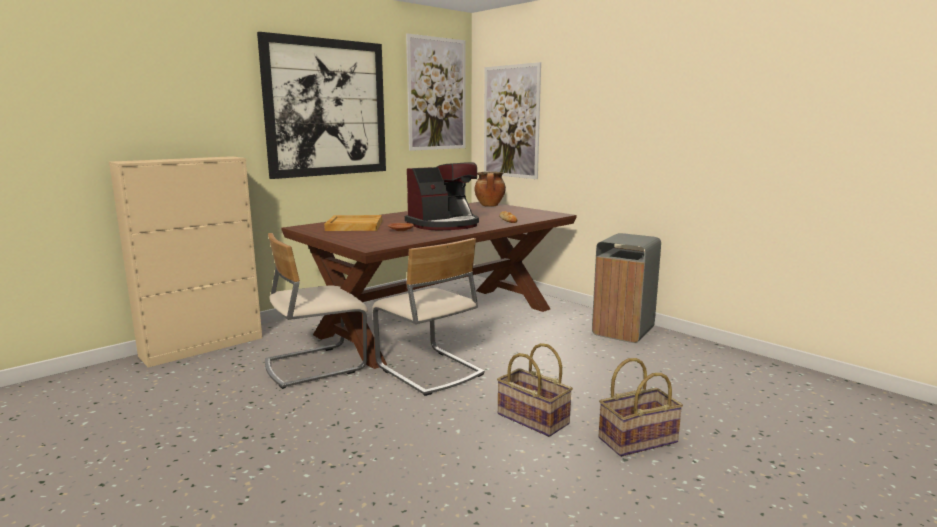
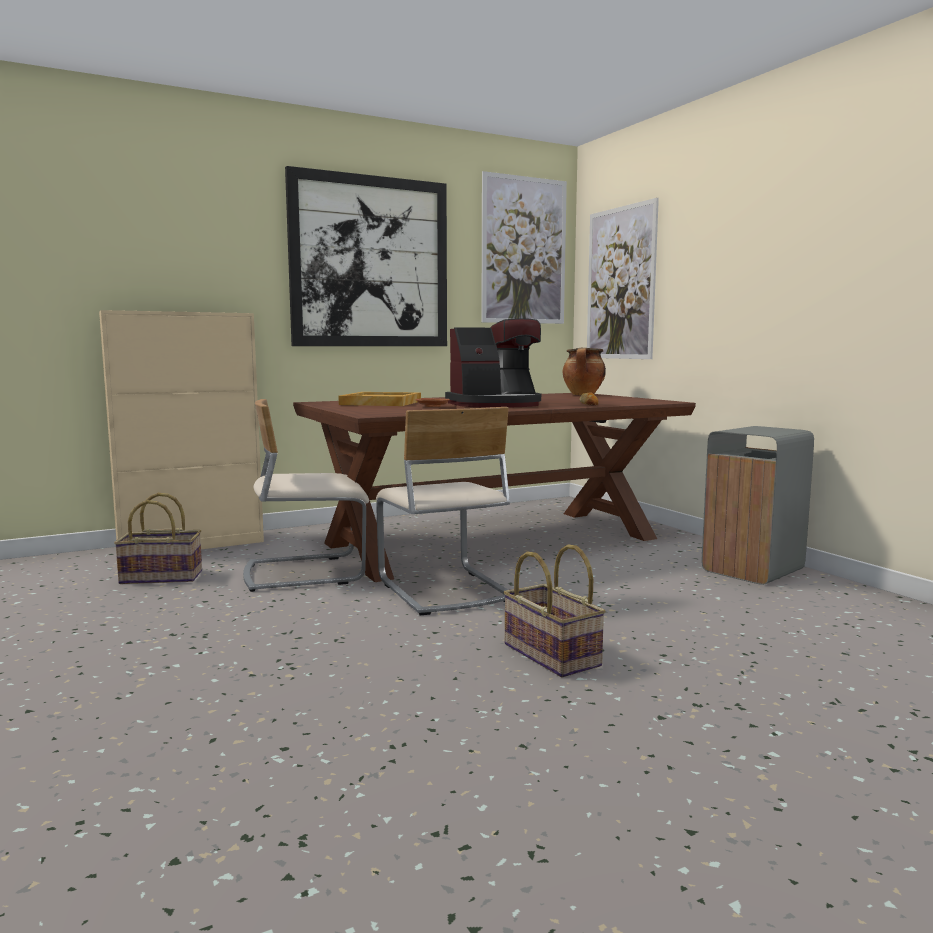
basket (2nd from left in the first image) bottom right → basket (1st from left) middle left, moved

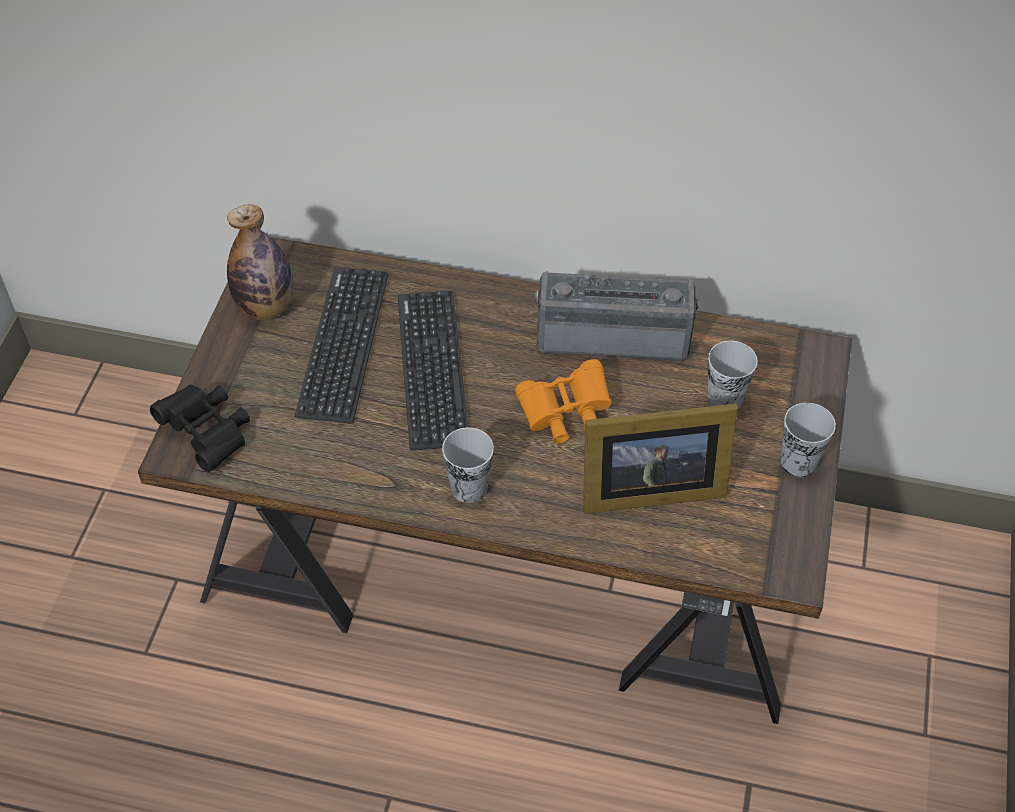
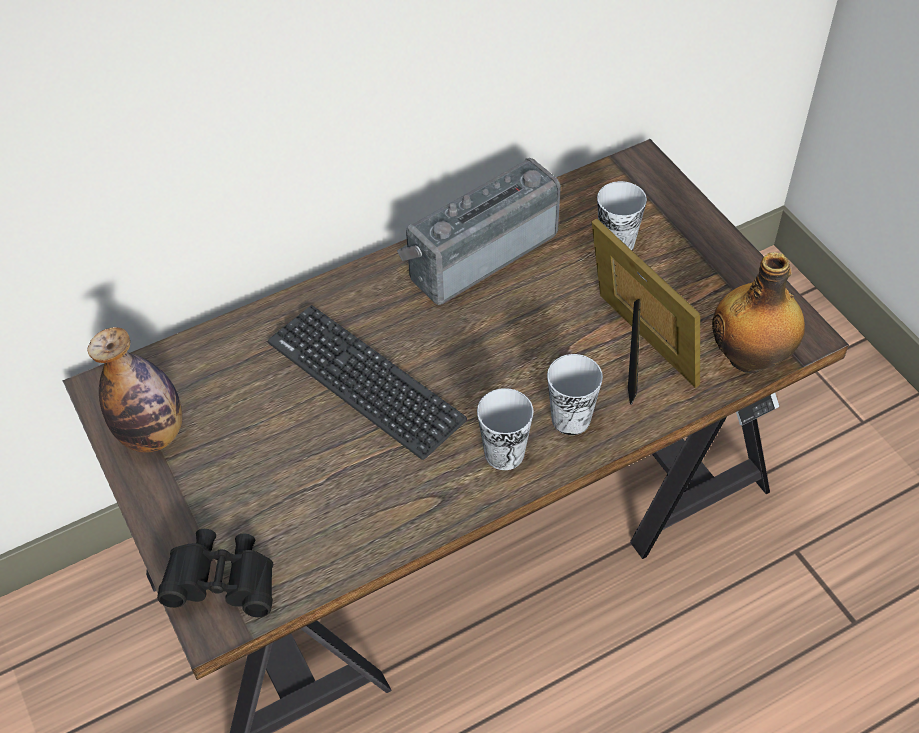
computer_keyboard (1st from left) centre → -
orange_pair_of_binoculars centre → -
cup (3rd from left in the first image) middle right → cup (2nd from left) centre, moved
photo_frame centre → photo_frame middle right, 75 degrees counterclockwise
- → beverage_bottle (2nd from left) middle right

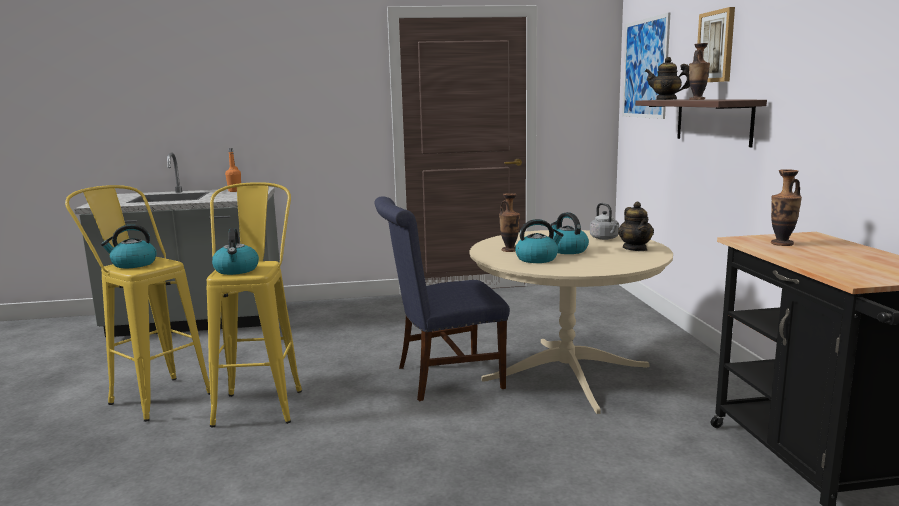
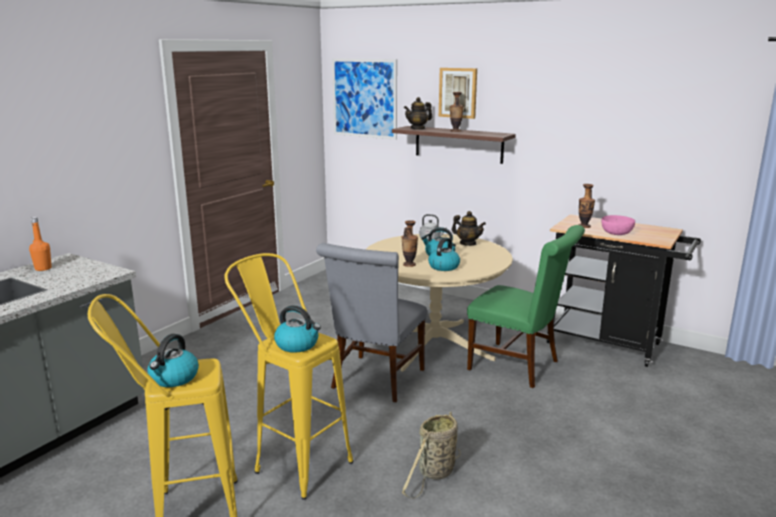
blue_upright_chair centre → greyish_upright_chair centre
- → pink_deep_dish middle right
- → greenish_upright_chair middle right
- → basket bottom centre

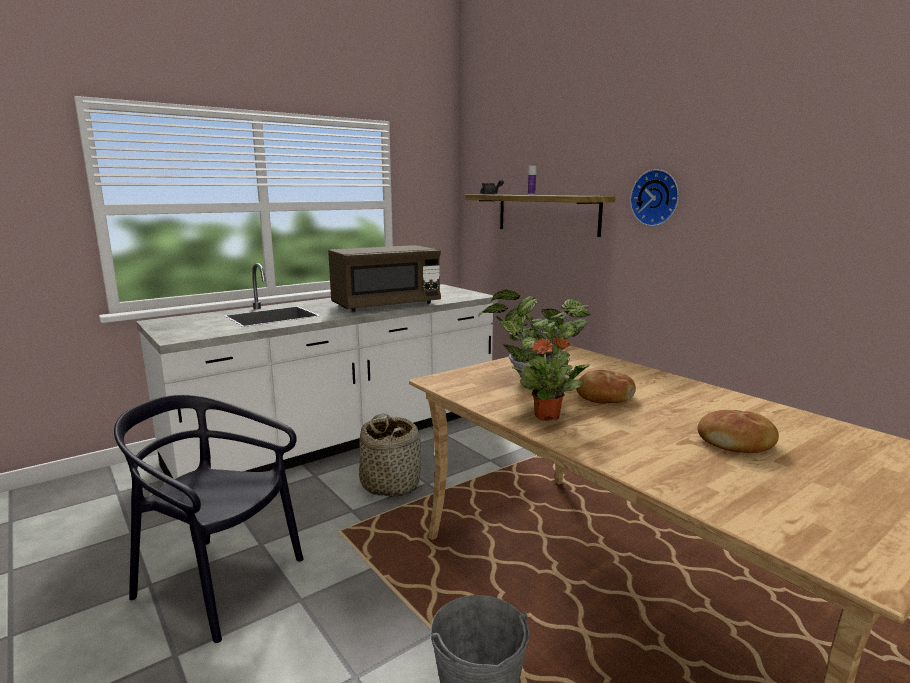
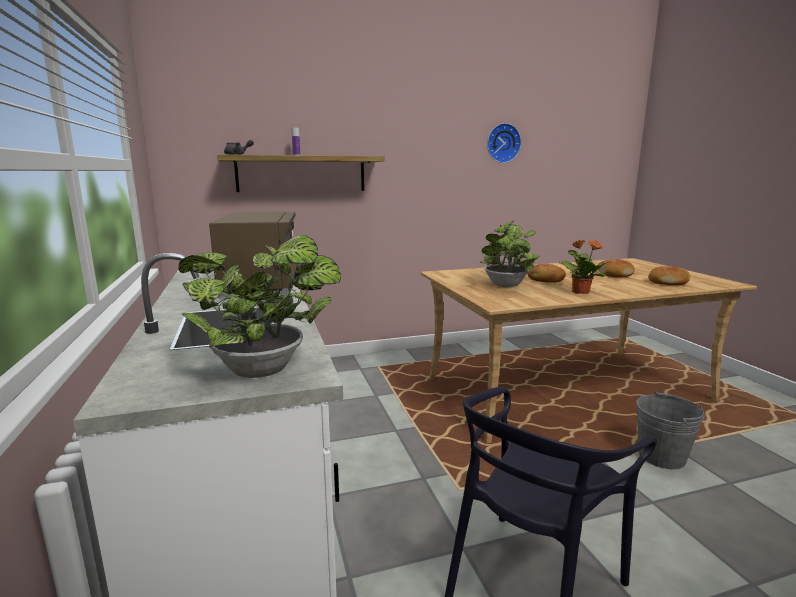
hanging_clock top right → hanging_clock top centre, moved
basket centre → -
- → houseplant (1st from left) middle left
- → baked_bread (3rd from left) middle right

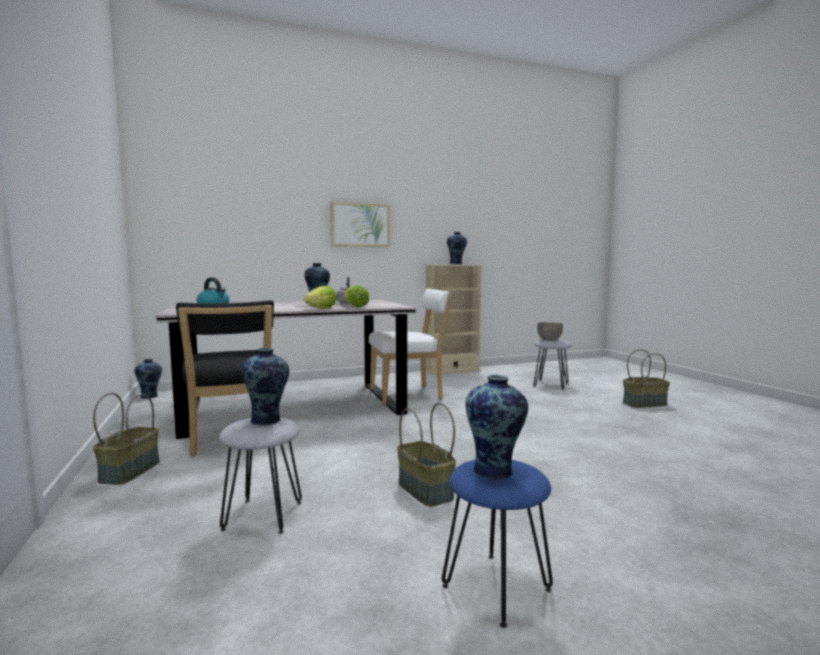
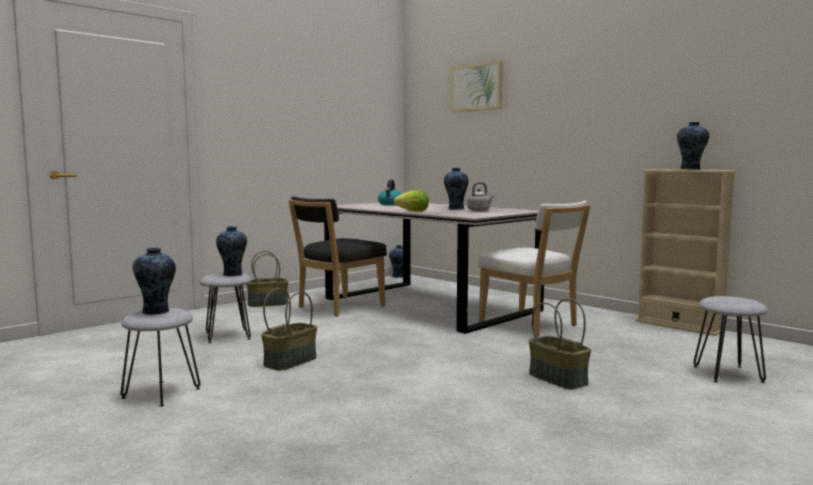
picture centre → picture top centre, moved
head_of_lettuce (2nd from left) centre → -
greyish_deep_dish middle right → -
basket (3rd from left) middle right → basket (3rd from left) bottom right, moved
blue_sitting_stool bottom centre → greyish_sitting_stool (1st from left) bottom left

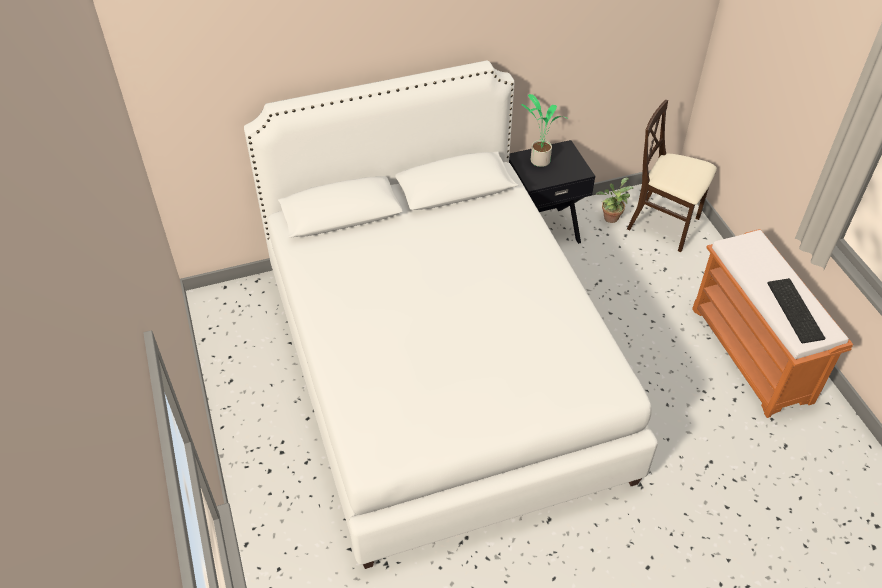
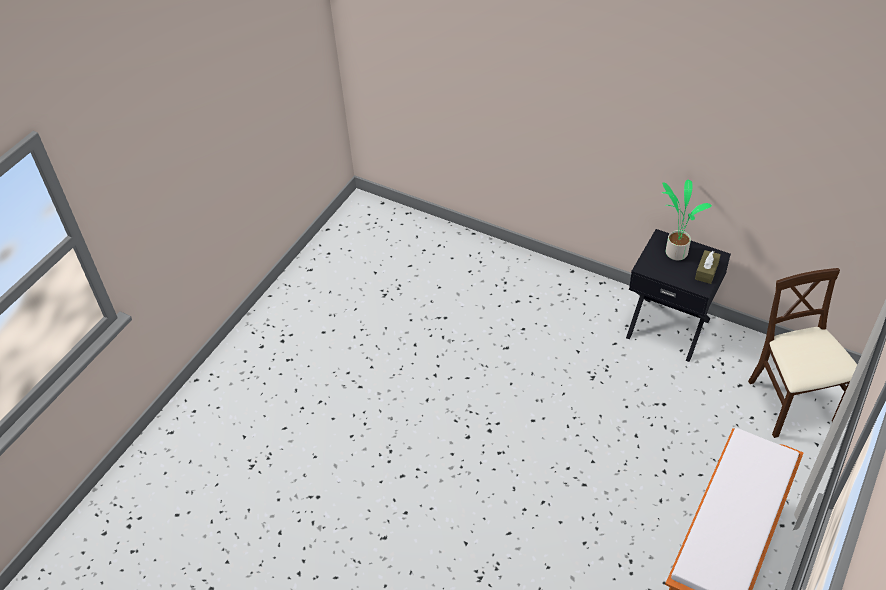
white-coloured_bedroom_bed centre → -
houseplant (2nd from left) middle right → -
computer_keyboard middle right → -
- → brownish_tissue_holder middle right

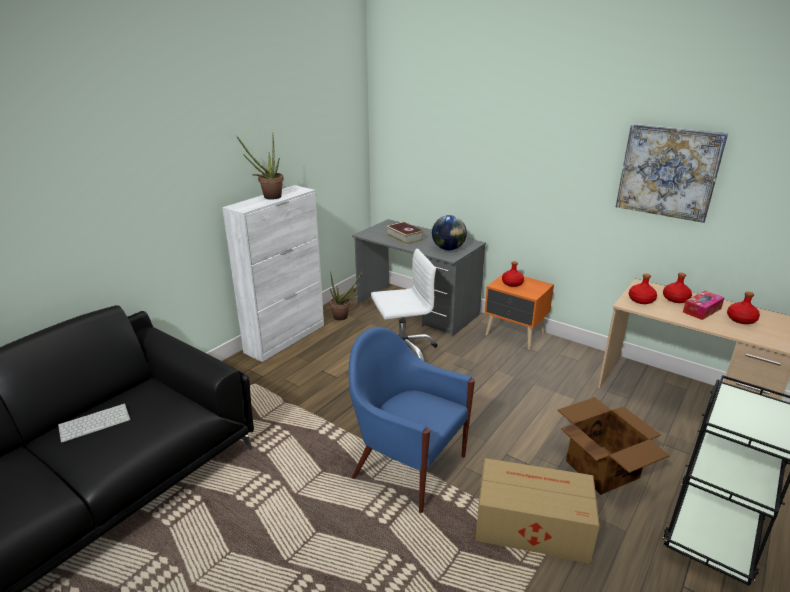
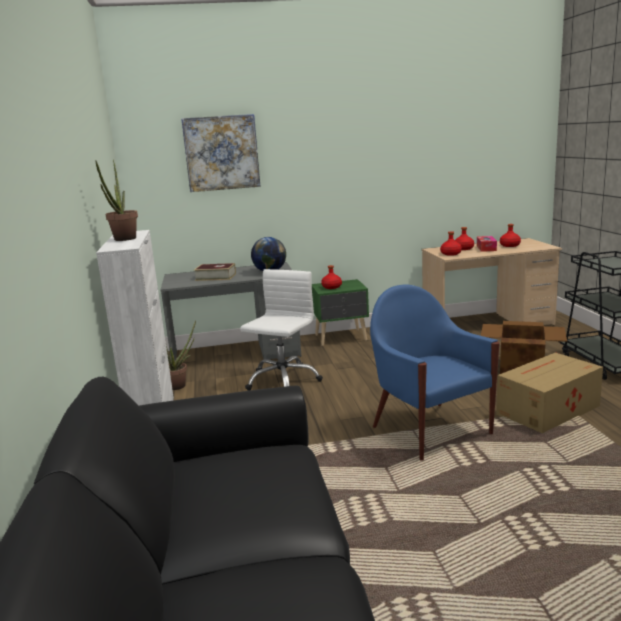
picture top right → picture top centre, moved
orange_nightstand centre → greenish_nightstand centre
blue_armchair bottom centre → blue_armchair middle right, 75 degrees clockwise
computer_keyboard bottom left → -

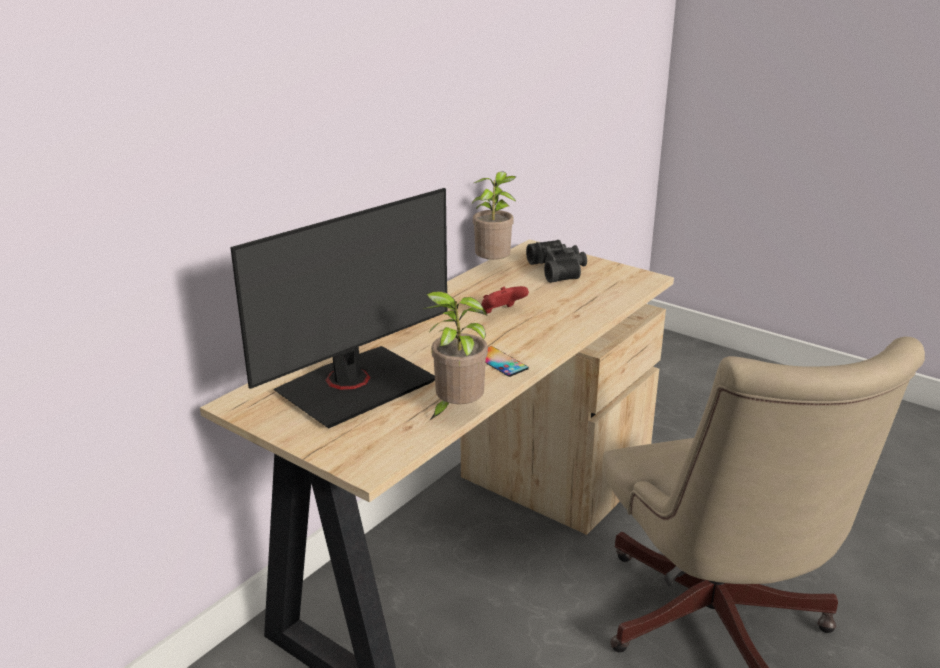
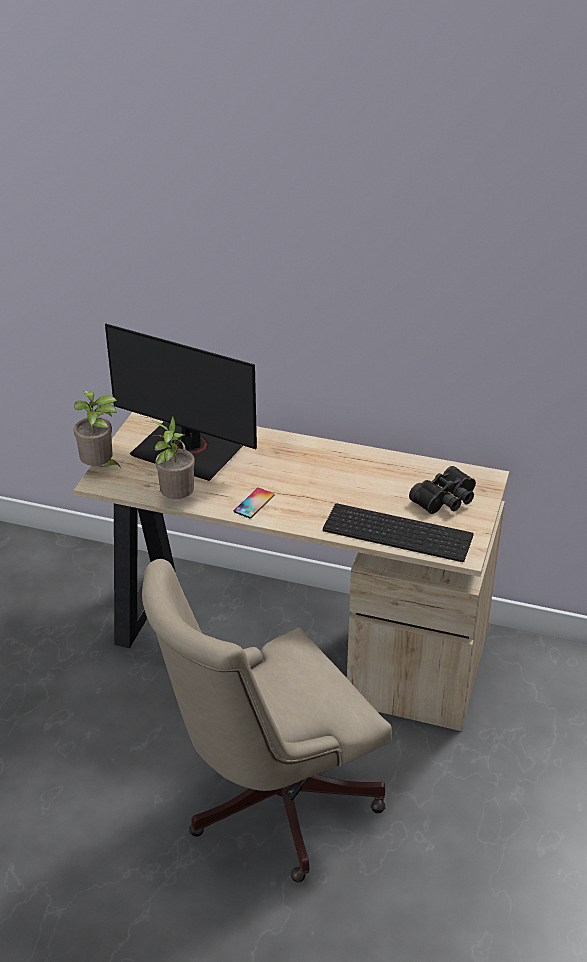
houseplant (2nd from left in the first image) top centre → houseplant (1st from left) middle left, moved
reddish_joypad centre → -
- → computer_keyboard middle right

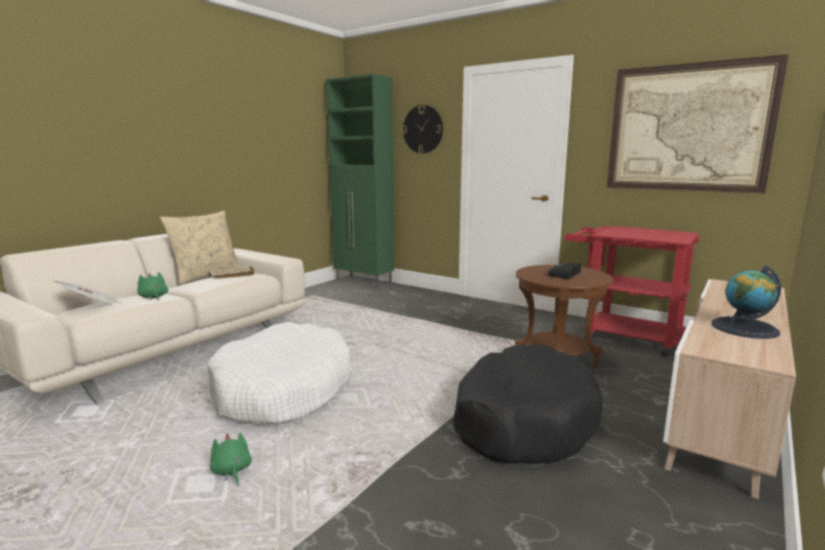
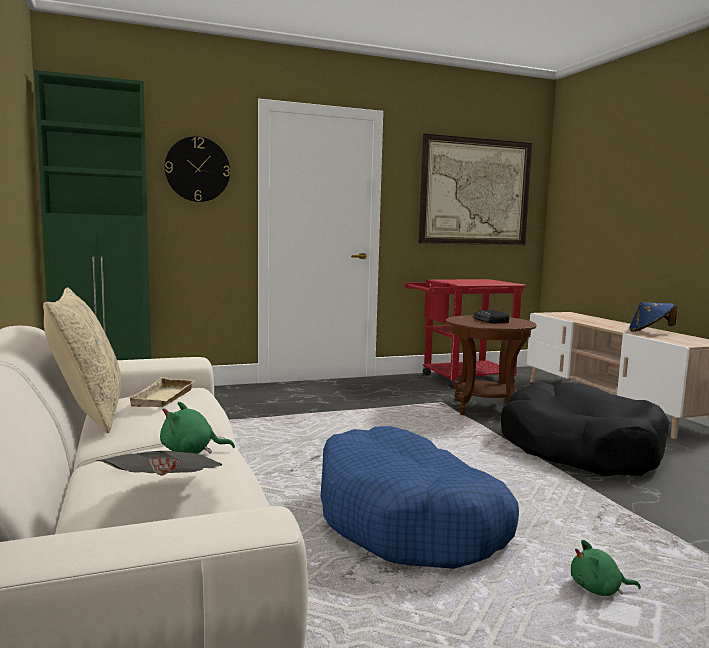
desk_globe middle right → blue_clothing_hat middle right
white-coloured_dog_cushion bottom centre → blue_dog_cushion bottom centre

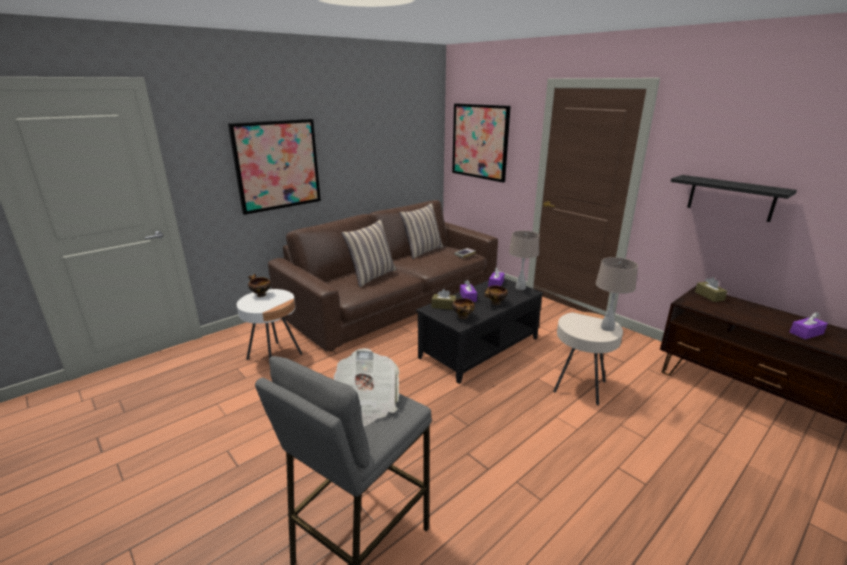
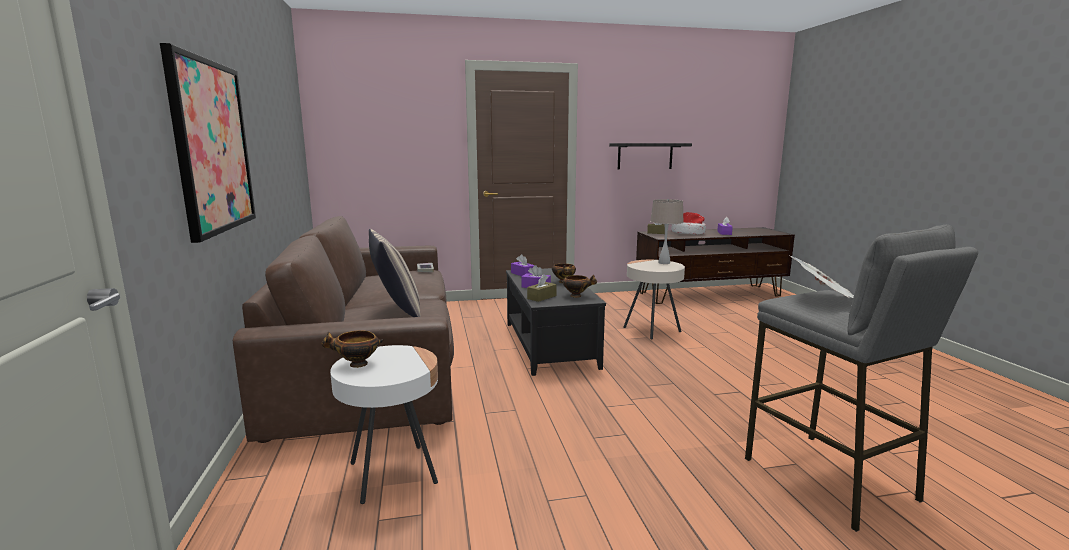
picture (2nd from left) top centre → -
cushion (2nd from left) centre → -
beige_lamp_for_a_table (1st from left) centre → -
- → clothing_hat centre

